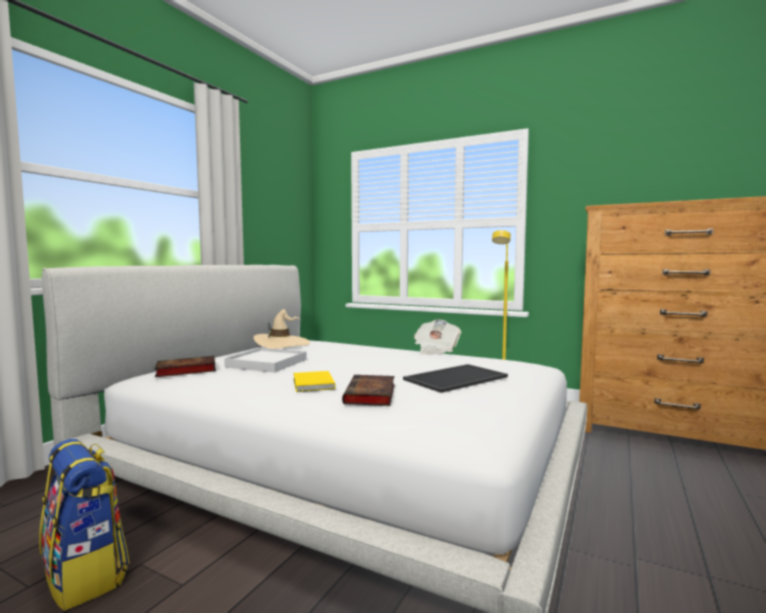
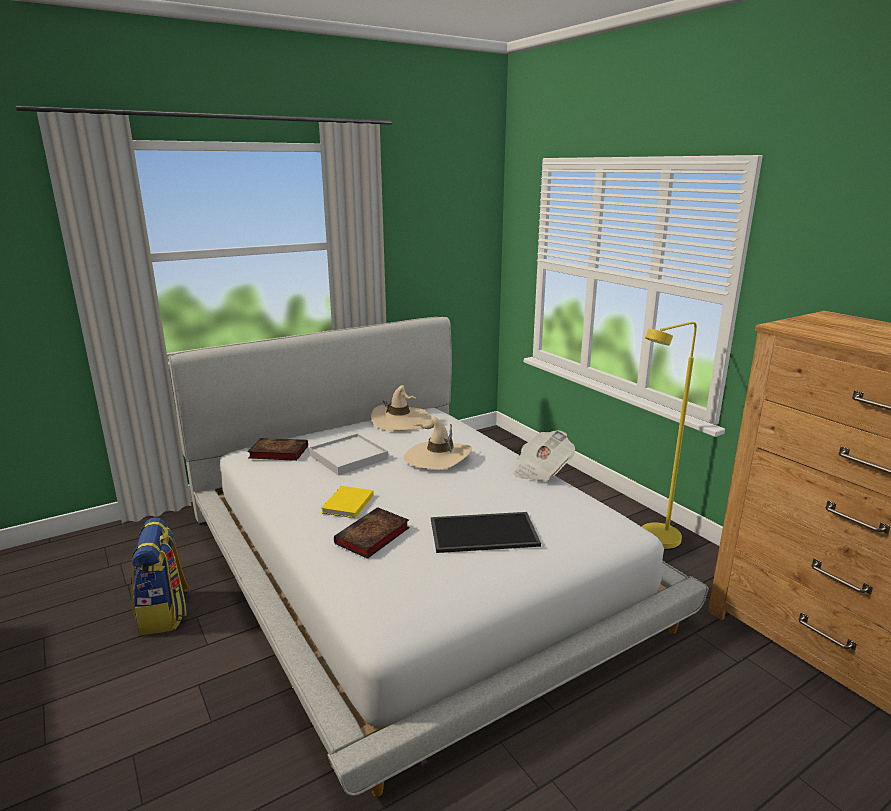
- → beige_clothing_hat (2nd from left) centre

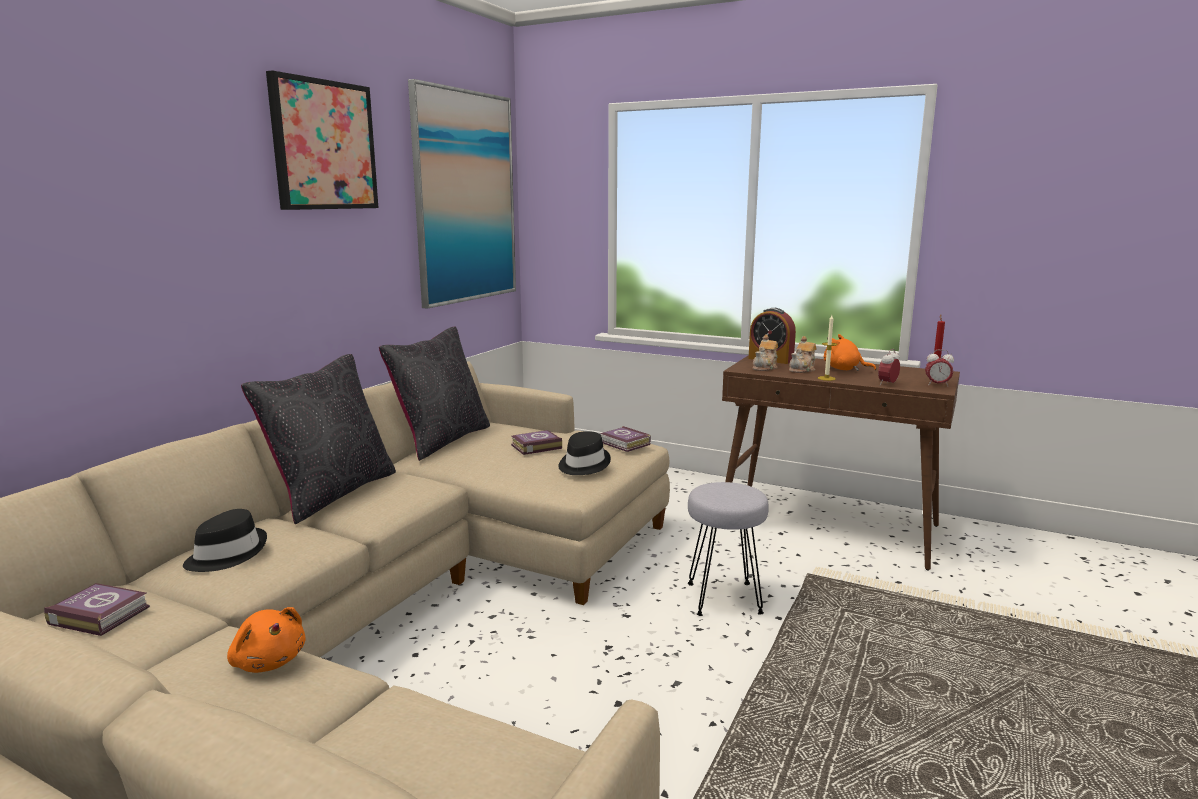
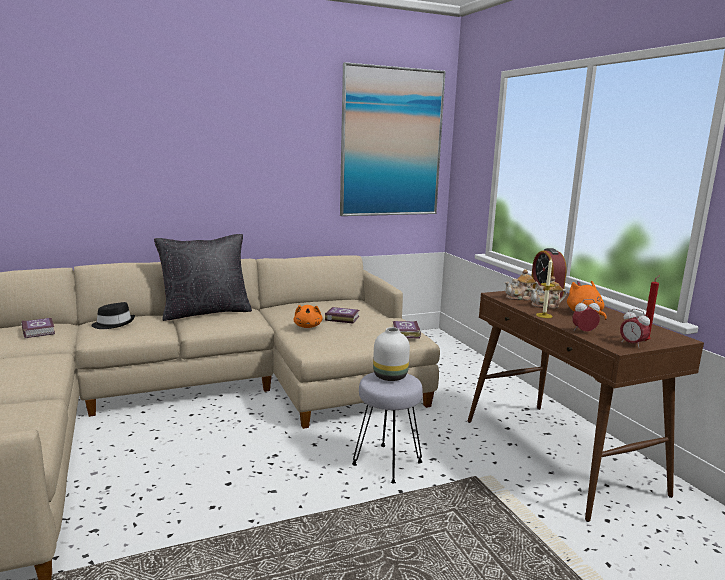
picture (1st from left) top left → -
black_cushion (2nd from left) centre → -
black_clothing_hat (2nd from left) centre → -
orange_cuddly_toy (1st from left) bottom left → orange_cuddly_toy (1st from left) centre, moved
- → white-coloured_flower_vase centre

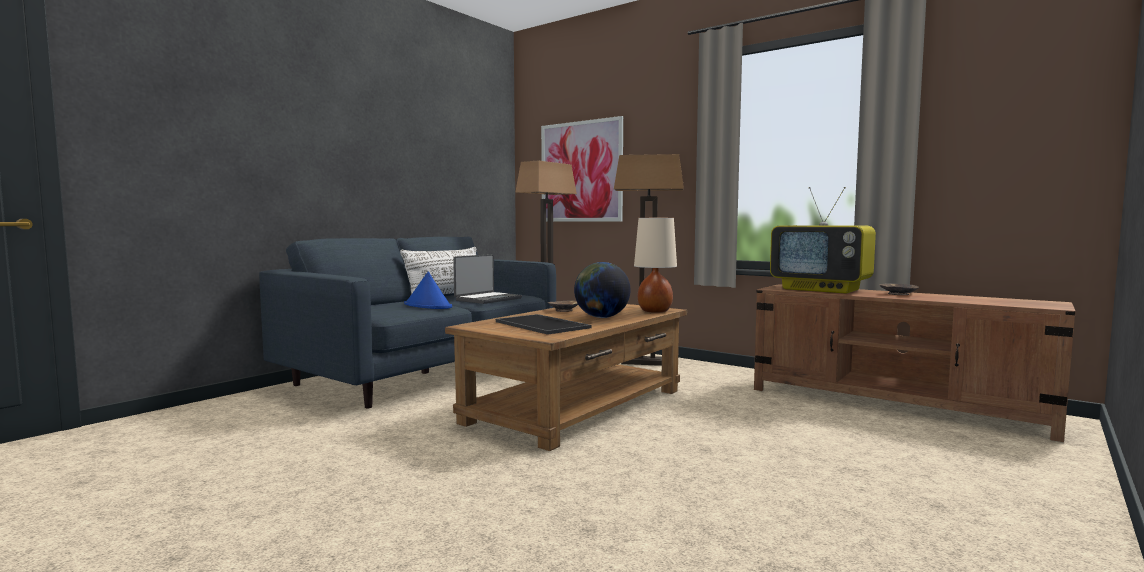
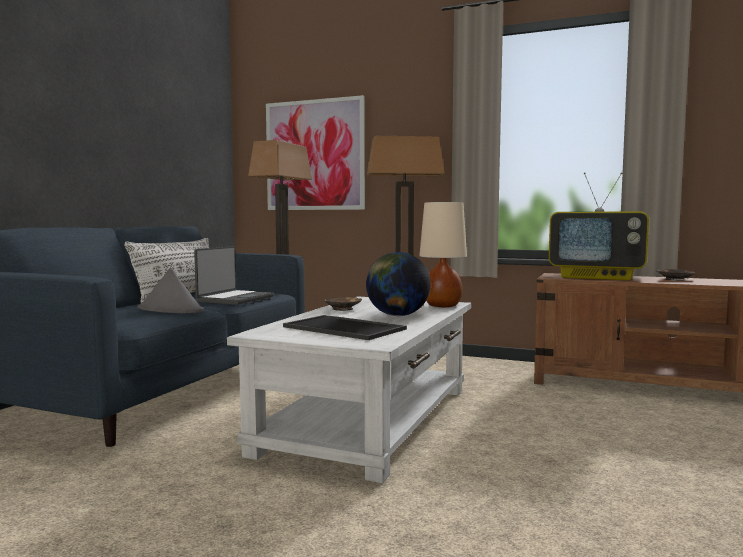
blue_clothing_hat centre → greyish_clothing_hat middle left
brownish_lounge_table centre → white-coloured_lounge_table bottom centre

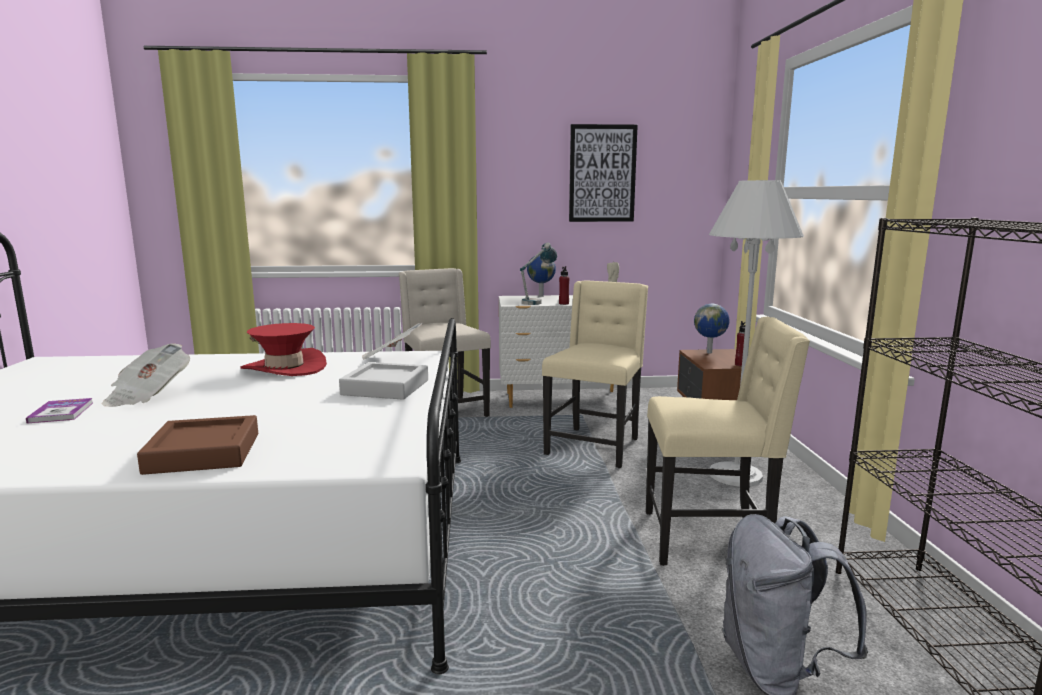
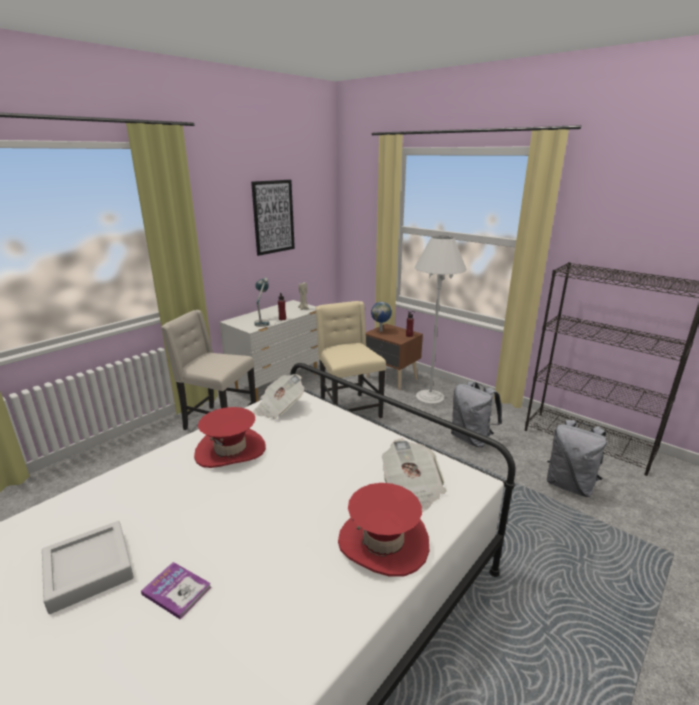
desk_globe (1st from left) centre → -
beige_upright_chair (3rd from left) middle right → greyish_knapsack (1st from left) middle right
printed_paper (1st from left in the first image) middle left → printed_paper (2nd from left) bottom centre, moved
greyish_serving_tray centre → greyish_serving_tray bottom left, moved
brownish_serving_tray middle left → reddish_clothing_hat (2nd from left) bottom centre

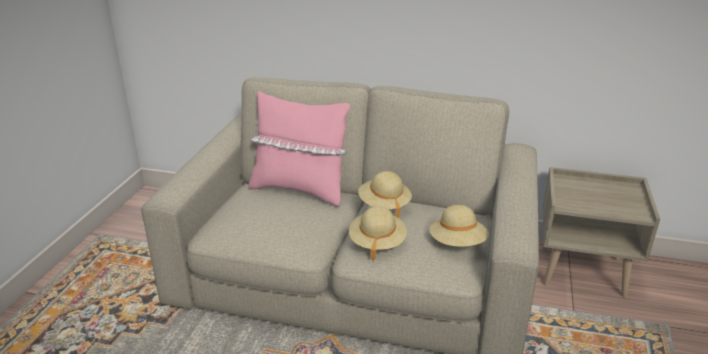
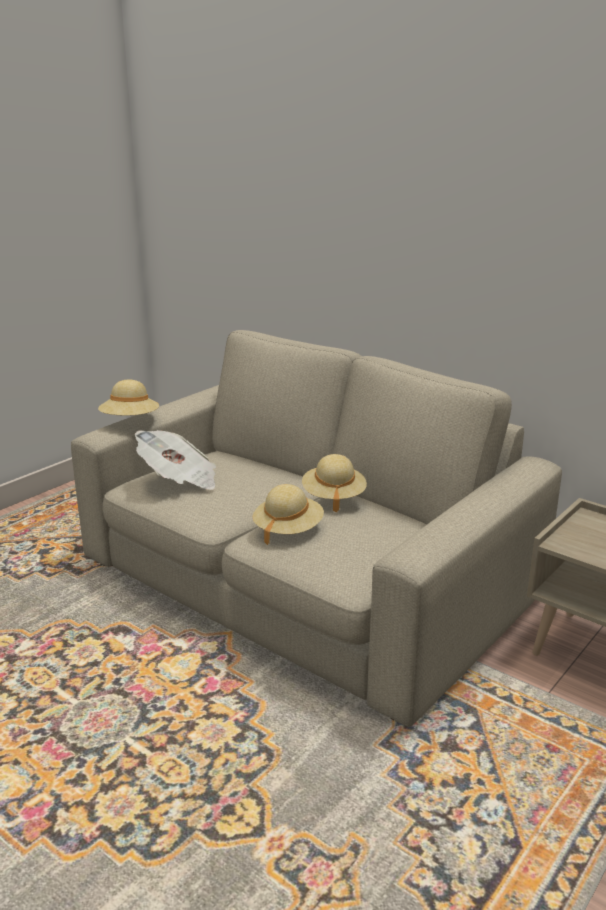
pink_cushion centre → -
beige_clothing_hat (3rd from left in the first image) centre → beige_clothing_hat (1st from left) middle left, moved
- → printed_paper middle left

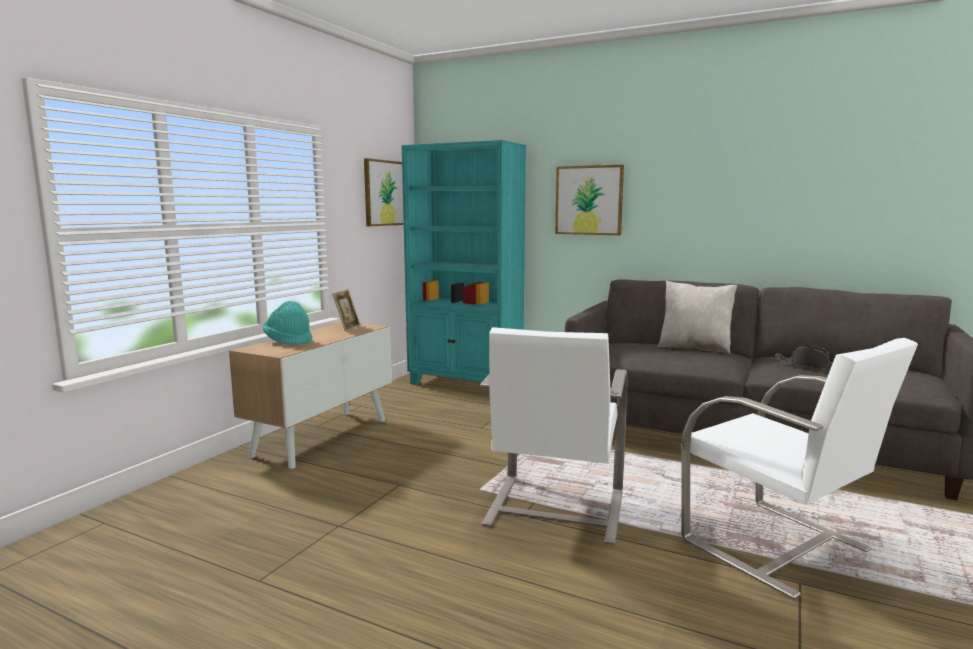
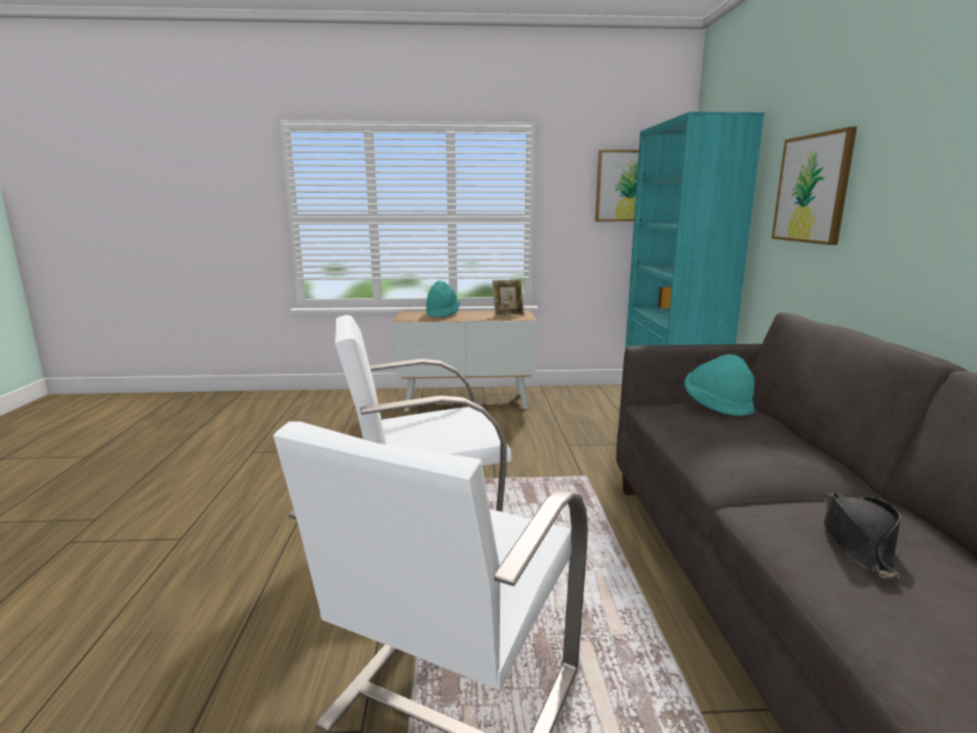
beige_cushion middle right → -
- → turquoise-coloured_clothing_hat (2nd from left) middle right

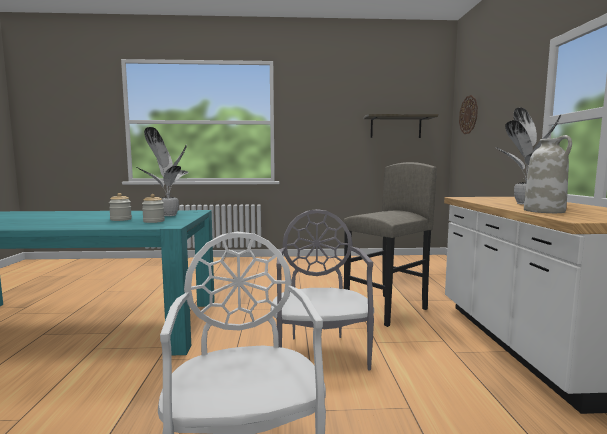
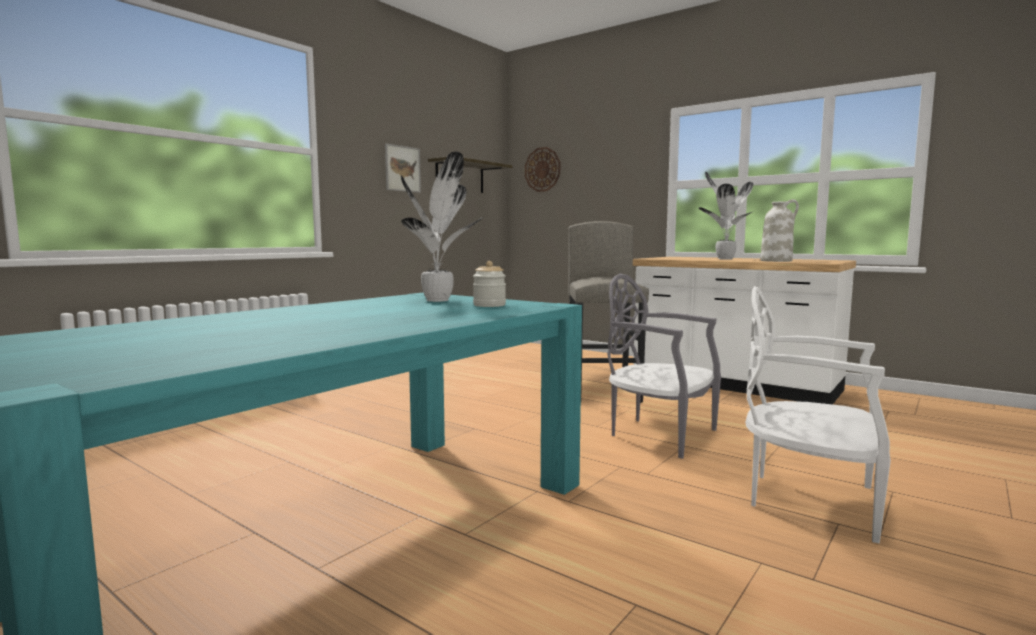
storage_jar (1st from left) middle left → -
- → picture top centre

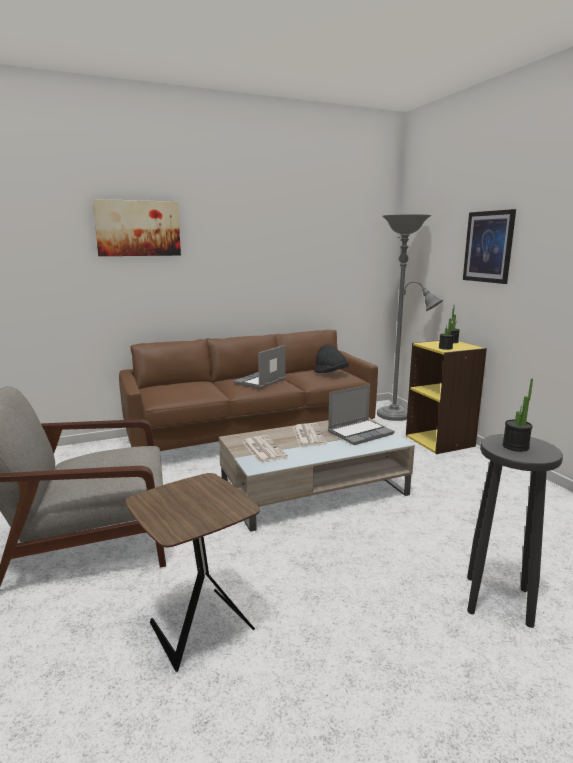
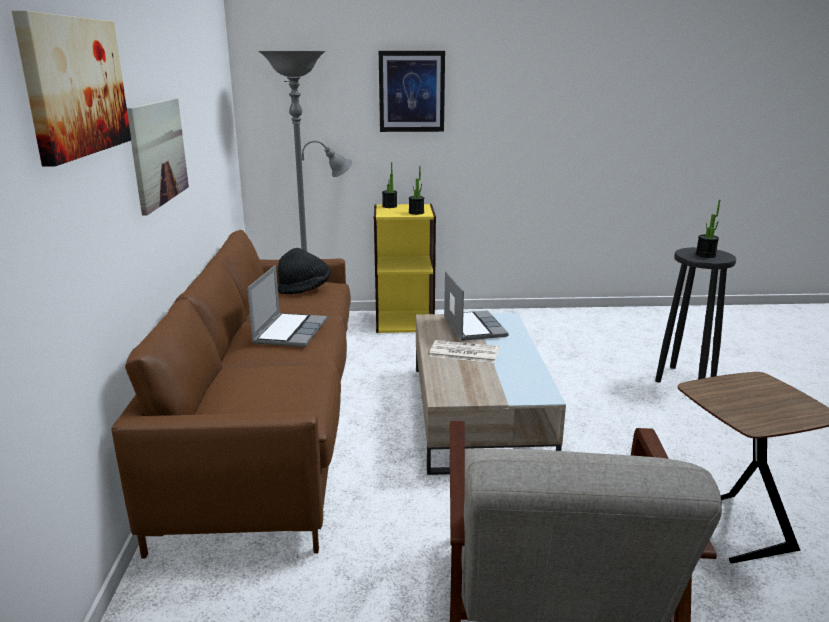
portable_computer (1st from left) centre, 135 degrees counterclockwise
printed_paper (1st from left) centre → -
- → picture (2nd from left) top left

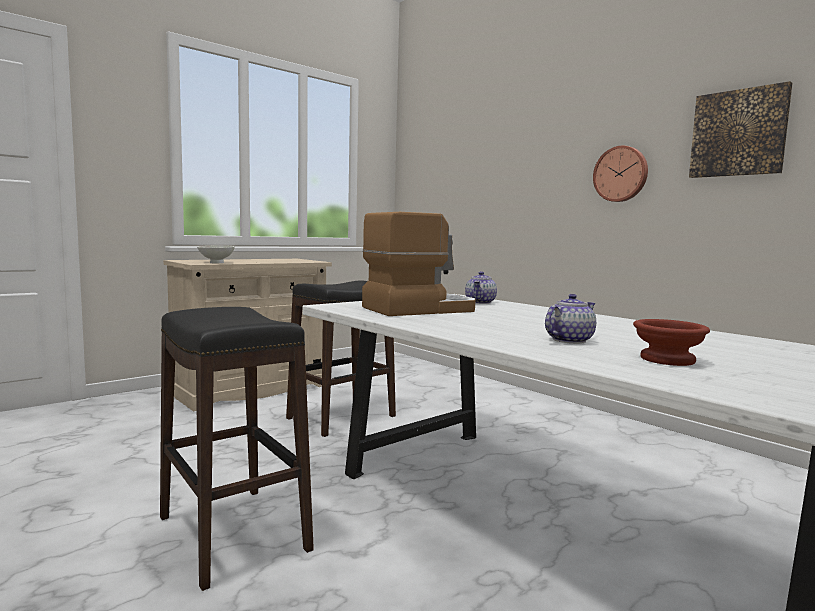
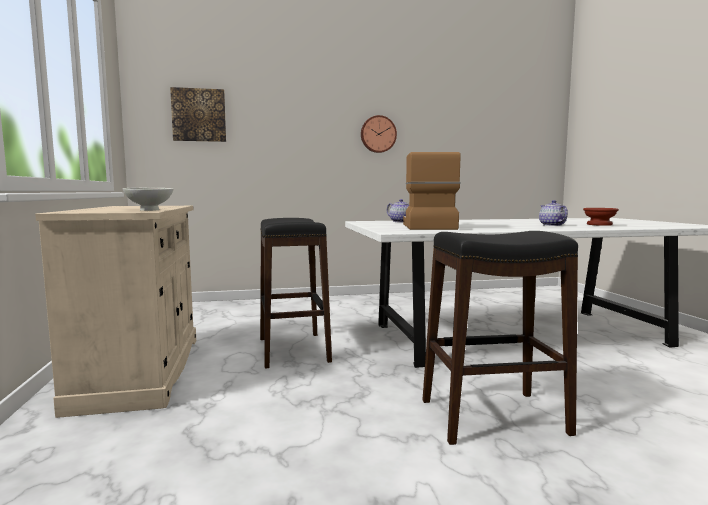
picture top right → picture top left, moved

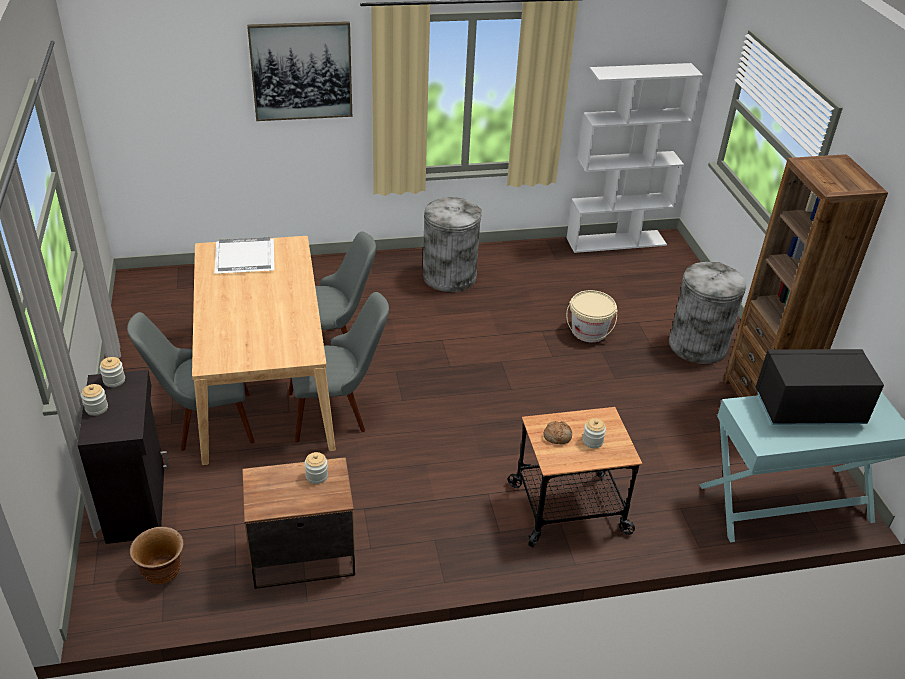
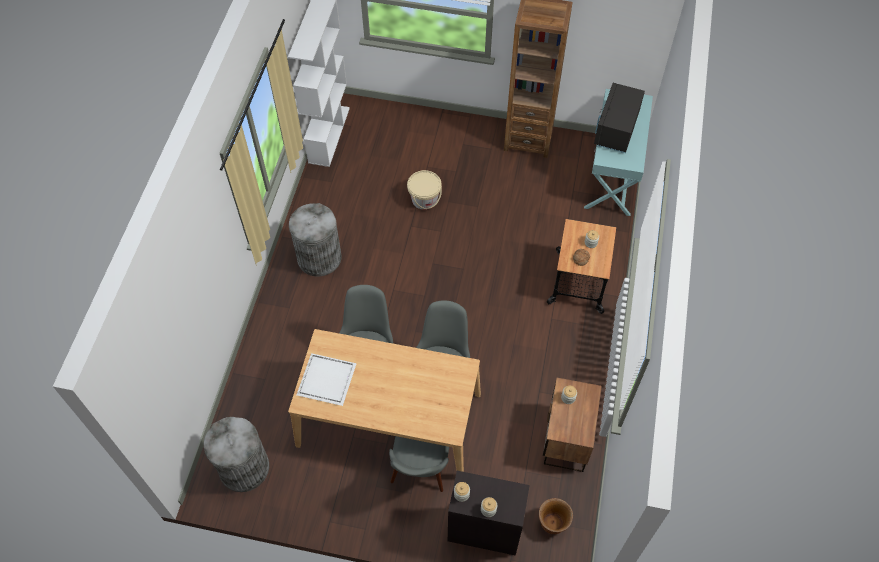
picture top left → -
greyish_waste_bin (2nd from left in the first image) middle right → greyish_waste_bin (1st from left) bottom left, moved

